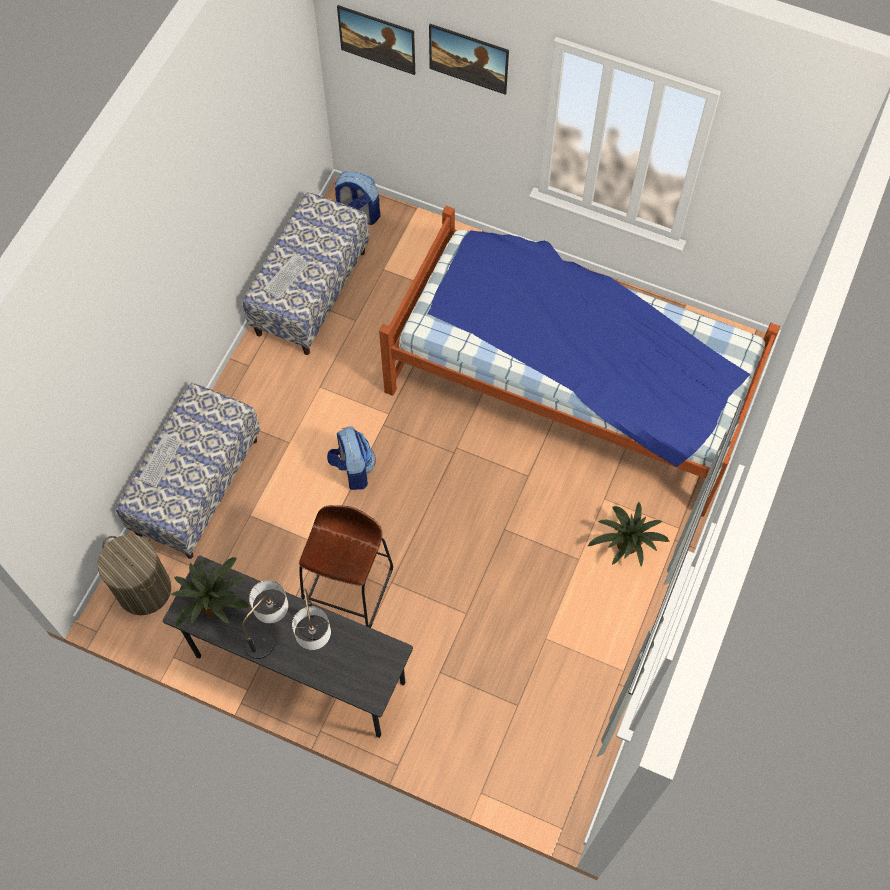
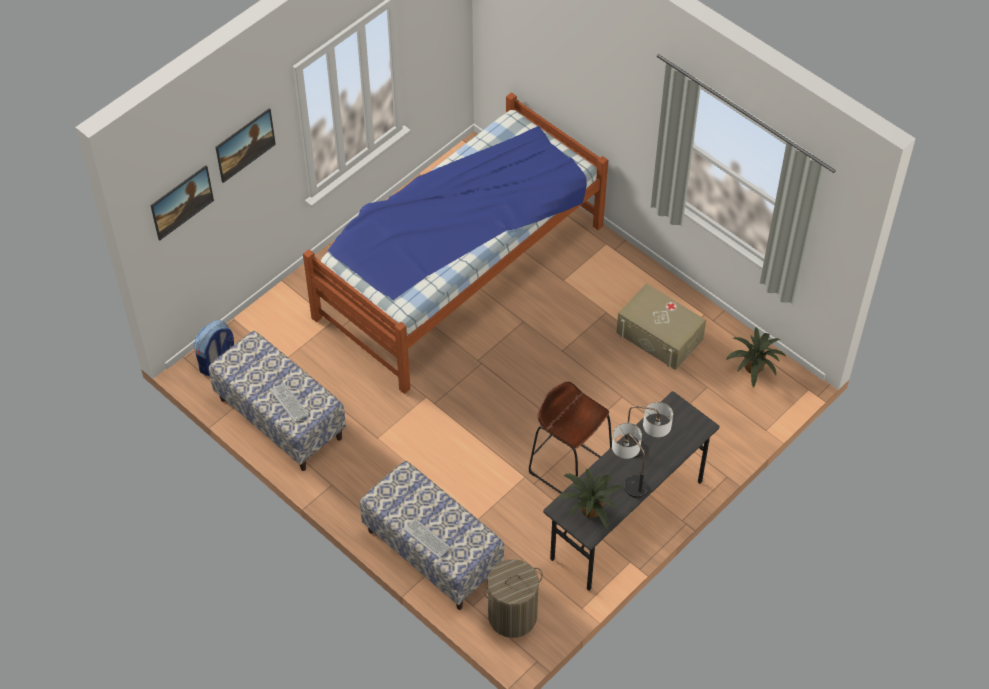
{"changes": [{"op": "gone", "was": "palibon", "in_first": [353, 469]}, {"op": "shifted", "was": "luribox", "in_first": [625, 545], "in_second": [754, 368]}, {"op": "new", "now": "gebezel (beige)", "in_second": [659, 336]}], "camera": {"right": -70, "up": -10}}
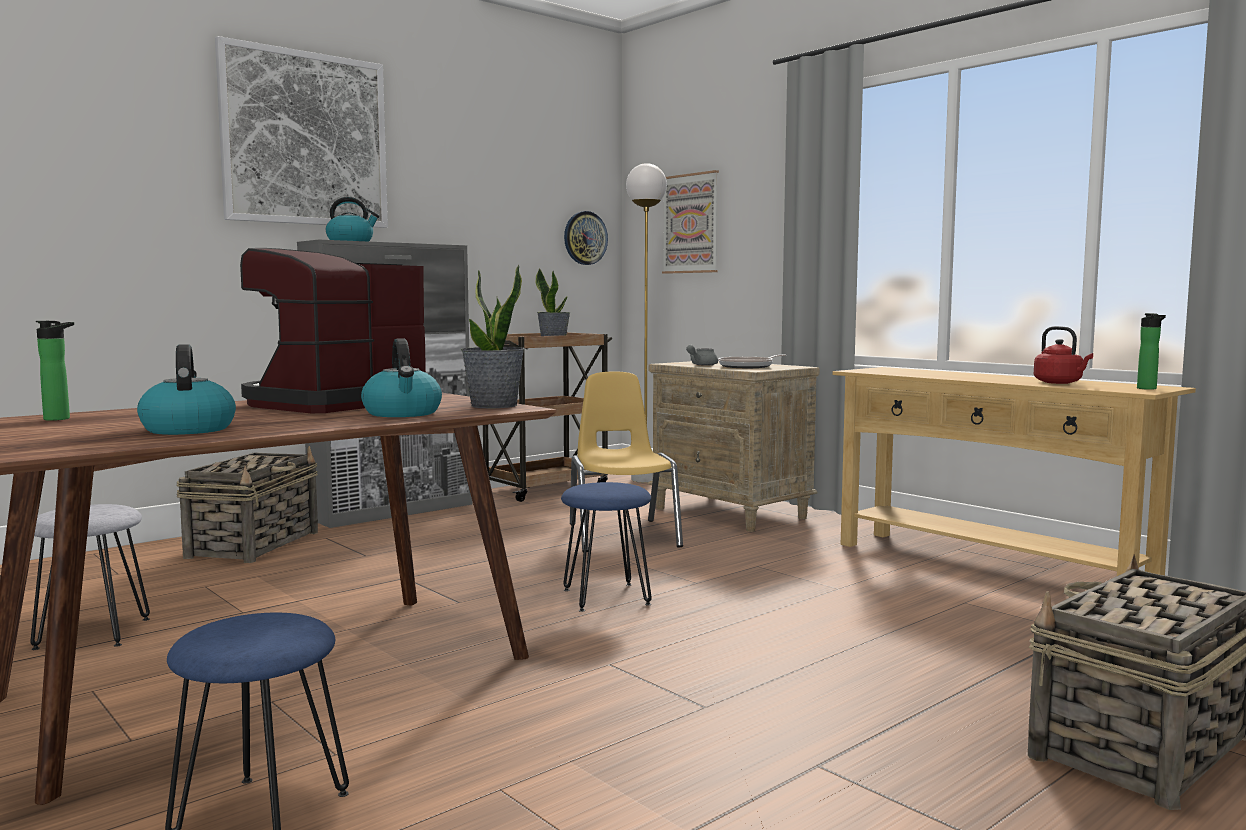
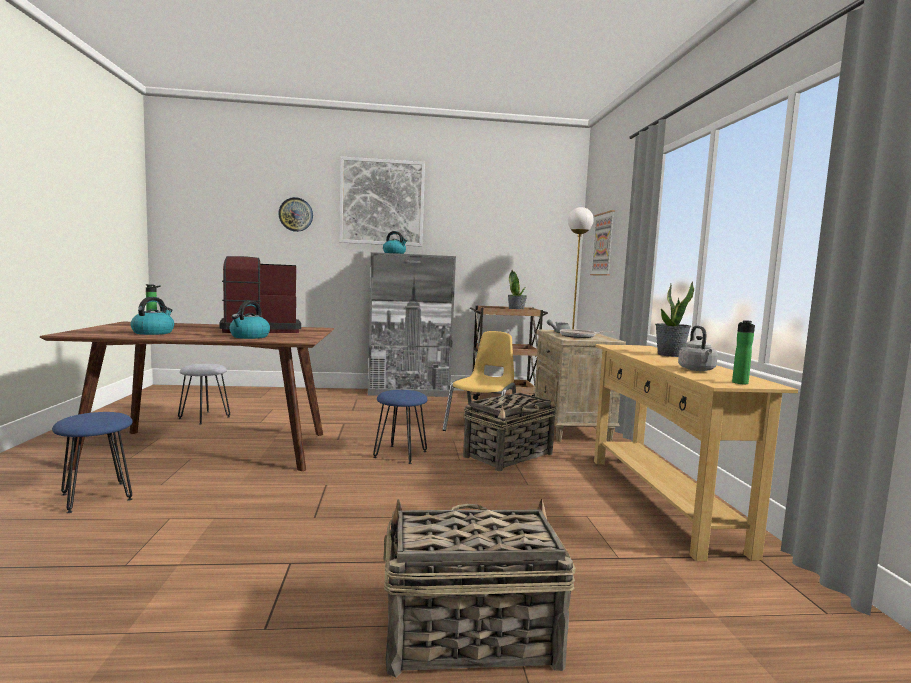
{"changes": [{"op": "shifted", "was": "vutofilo", "in_first": [255, 544], "in_second": [509, 455]}, {"op": "shifted", "was": "luribox", "in_first": [494, 405], "in_second": [670, 355]}, {"op": "shifted", "was": "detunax", "in_first": [585, 238], "in_second": [296, 214]}, {"op": "repainted", "was": "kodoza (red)", "now": "kodoza (grey)", "in_first": [1060, 383], "in_second": [697, 370]}], "camera": {"right": 35, "up": 0}}
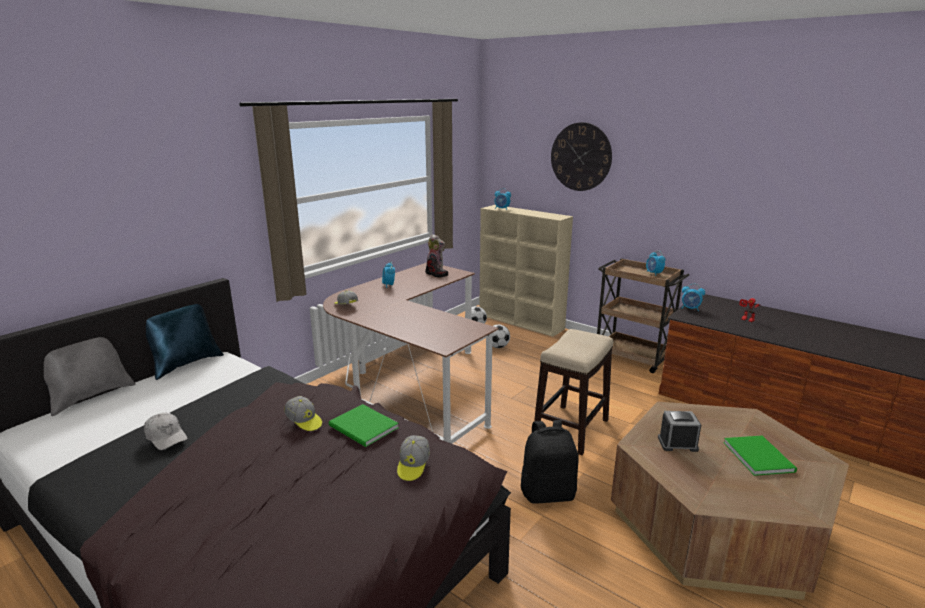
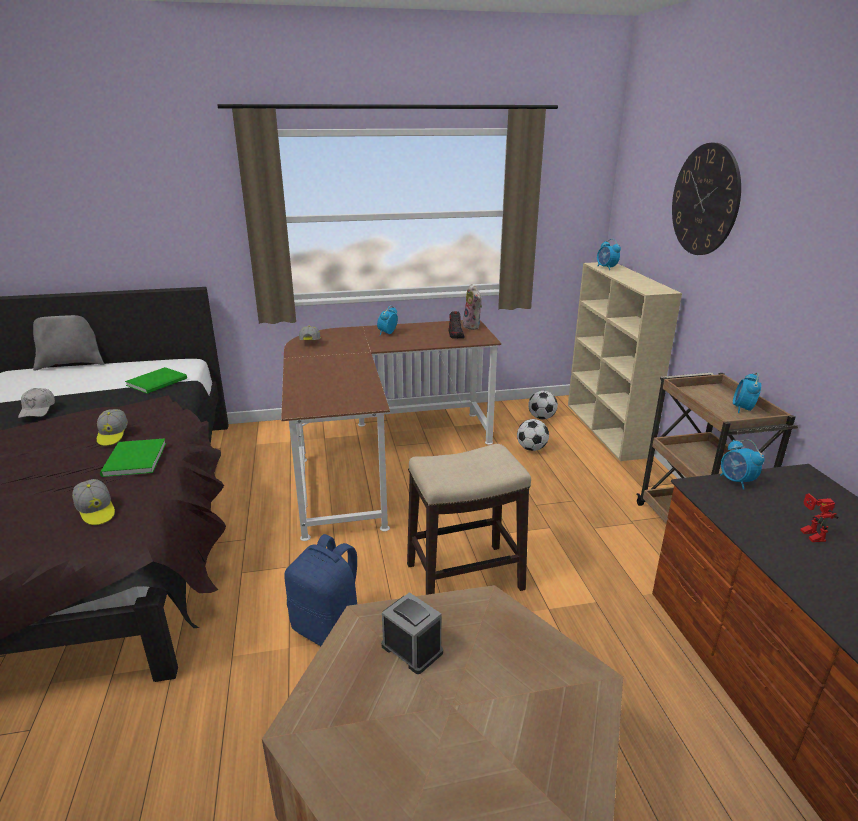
{"changes": [{"op": "gone", "was": "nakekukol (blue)", "in_first": [185, 364]}, {"op": "rotated", "was": "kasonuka", "in_first": [413, 465], "in_second": [96, 511], "clockwise": -90}, {"op": "repainted", "was": "palibon (black)", "now": "palibon (blue)", "in_first": [548, 493], "in_second": [329, 629]}, {"op": "shifted", "was": "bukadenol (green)", "in_first": [758, 455], "in_second": [159, 381]}], "camera": {"right": 40, "up": 5}}
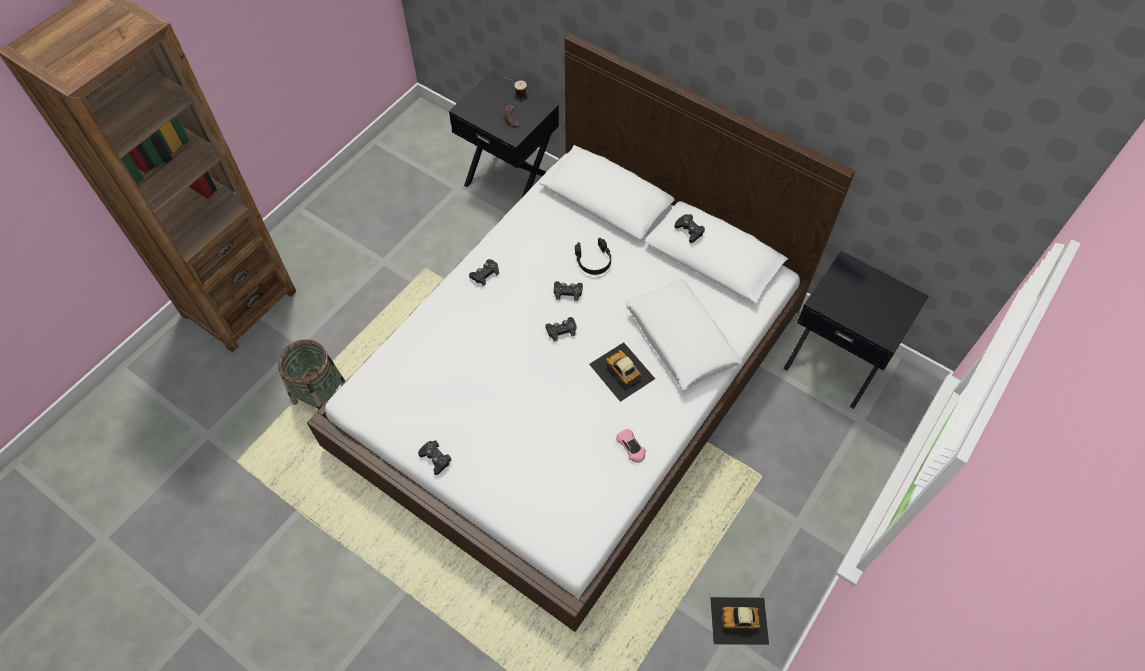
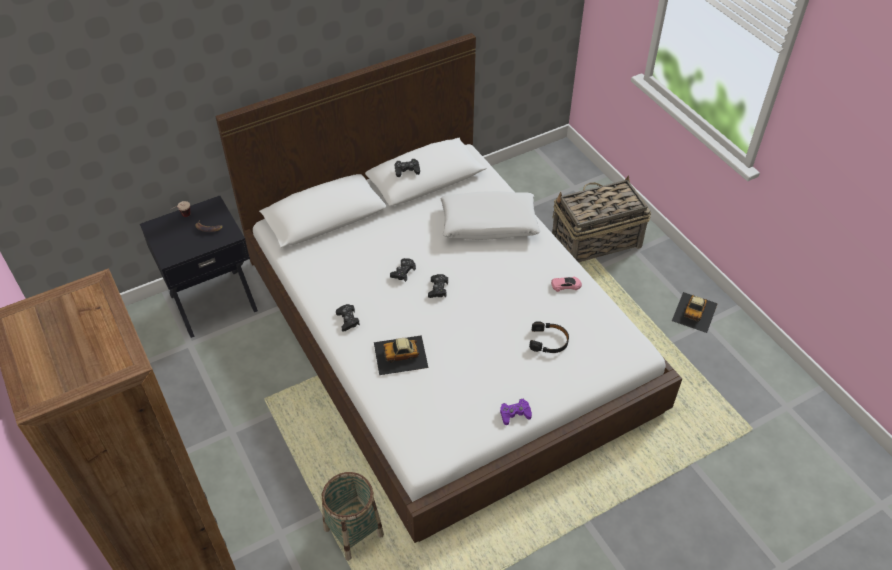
{"changes": [{"op": "repainted", "was": "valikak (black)", "now": "valikak (purple)", "in_first": [435, 458], "in_second": [515, 414]}, {"op": "shifted", "was": "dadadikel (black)", "in_first": [593, 260], "in_second": [549, 341]}, {"op": "shifted", "was": "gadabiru", "in_first": [622, 371], "in_second": [401, 355]}, {"op": "gone", "was": "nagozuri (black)", "in_first": [835, 361]}, {"op": "new", "now": "vutofilo", "in_second": [595, 241]}], "camera": {"right": -65, "up": -10}}
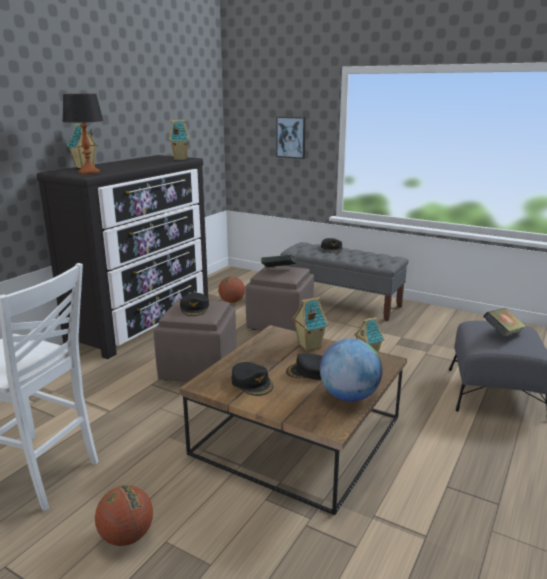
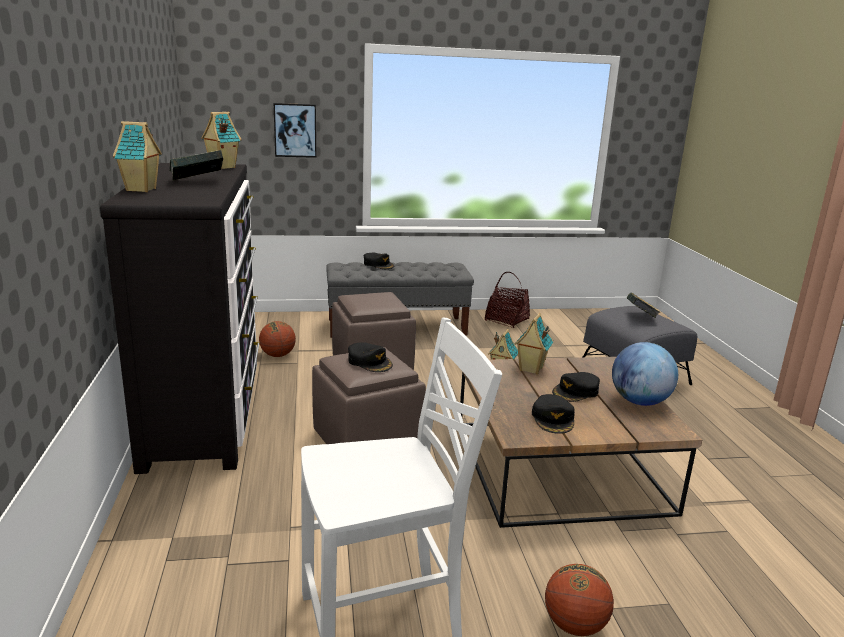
{"changes": [{"op": "gone", "was": "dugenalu", "in_first": [88, 172]}, {"op": "rotated", "was": "kasonuka (black)", "in_first": [252, 383], "in_second": [553, 419], "clockwise": 75}, {"op": "shifted", "was": "bukadenol", "in_first": [278, 270], "in_second": [197, 182]}, {"op": "new", "now": "vutofilo", "in_second": [506, 320]}], "camera": {"right": -40, "up": 0}}
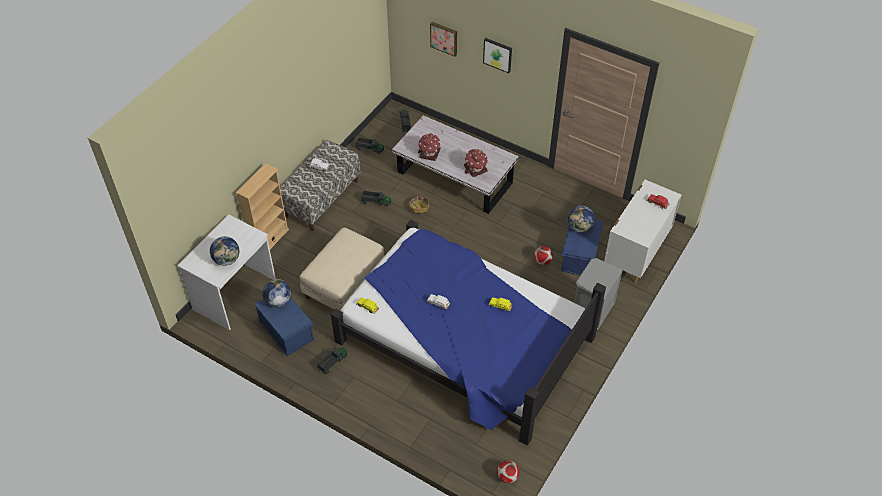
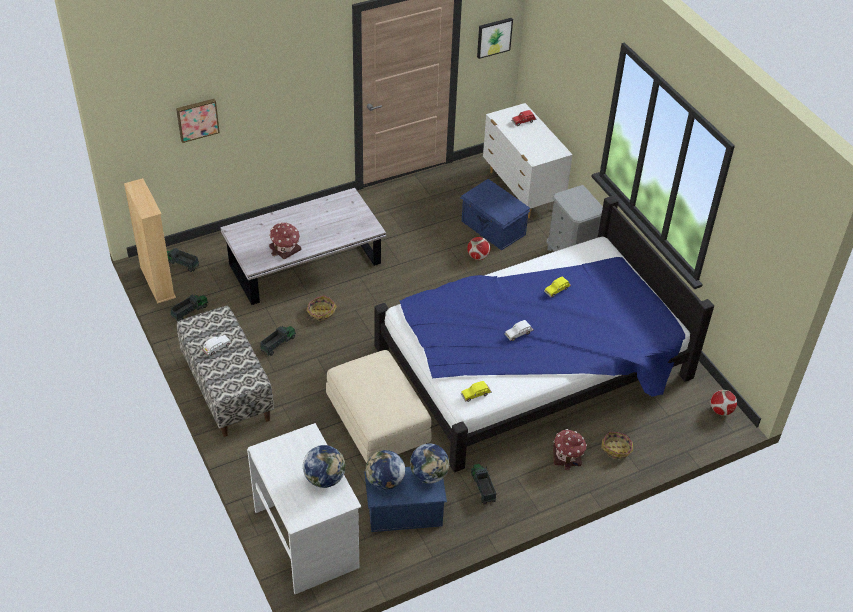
{"changes": [{"op": "shifted", "was": "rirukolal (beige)", "in_first": [269, 240], "in_second": [157, 282]}, {"op": "shifted", "was": "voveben", "in_first": [475, 169], "in_second": [567, 456]}, {"op": "shifted", "was": "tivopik", "in_first": [498, 54], "in_second": [494, 37]}, {"op": "shifted", "was": "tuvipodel", "in_first": [580, 227], "in_second": [429, 475]}, {"op": "new", "now": "vutofilo", "in_second": [616, 449]}], "camera": {"right": -60, "up": -5}}
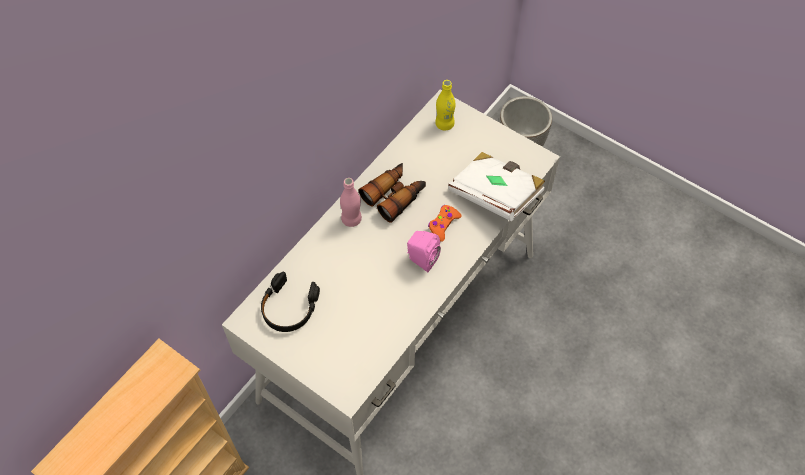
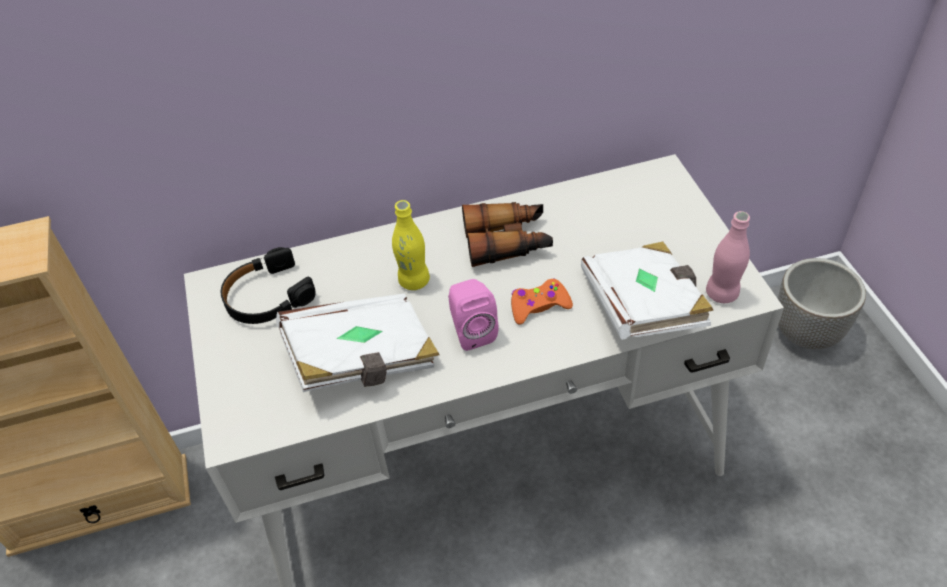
{"changes": [{"op": "shifted", "was": "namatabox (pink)", "in_first": [351, 219], "in_second": [722, 293]}, {"op": "shifted", "was": "namatabox (yellow)", "in_first": [444, 124], "in_second": [414, 281]}, {"op": "new", "now": "bukadenol (white)", "in_second": [362, 360]}], "camera": {"right": 40, "up": -10}}
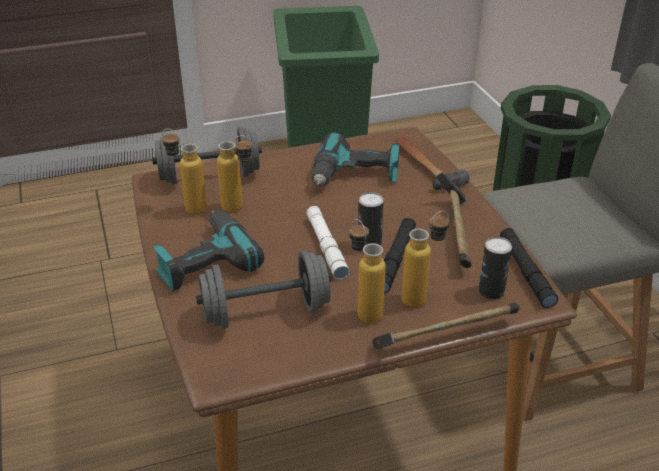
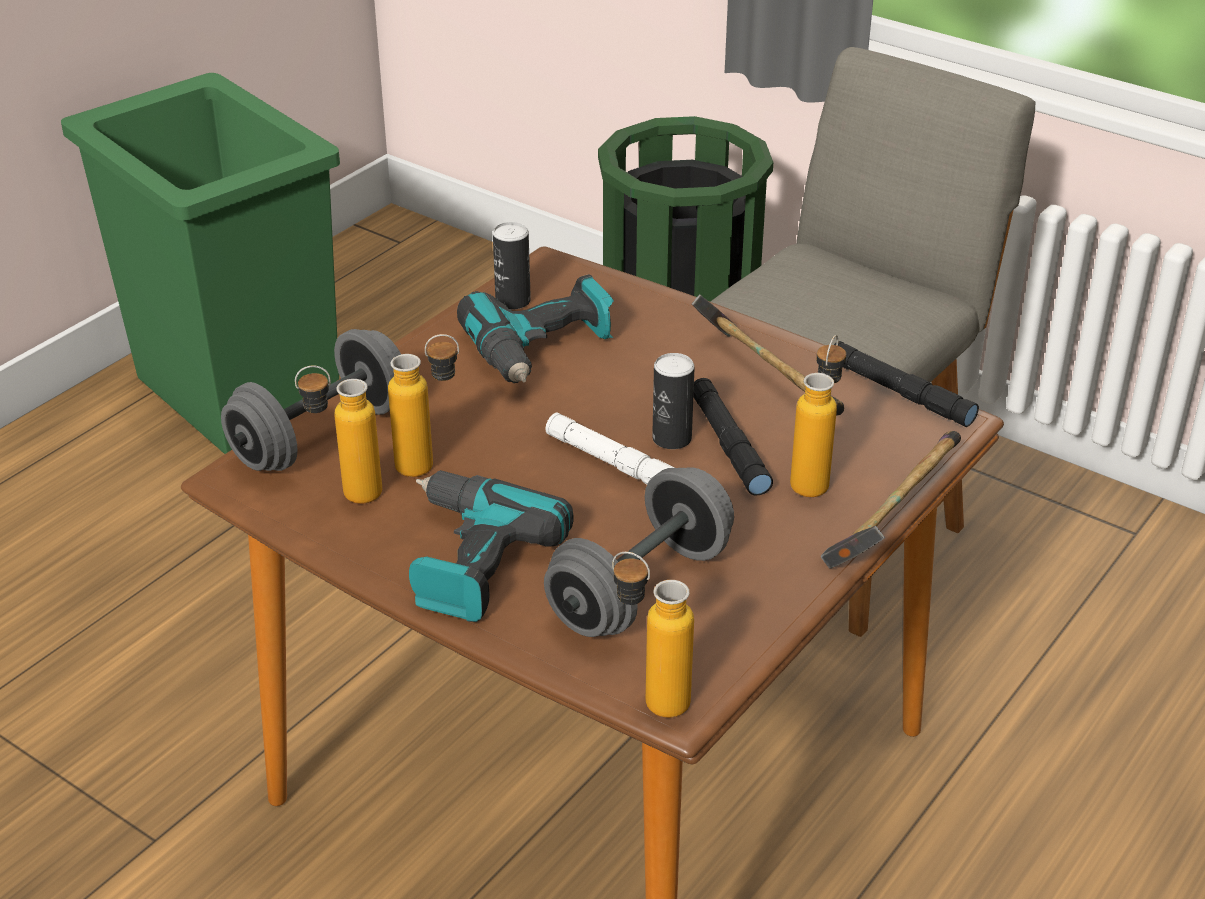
{"changes": [{"op": "shifted", "was": "namatabox", "in_first": [364, 310], "in_second": [650, 698]}, {"op": "gone", "was": "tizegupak", "in_first": [426, 166]}, {"op": "shifted", "was": "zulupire", "in_first": [491, 291], "in_second": [513, 301]}], "camera": {"right": -35, "up": 0}}
